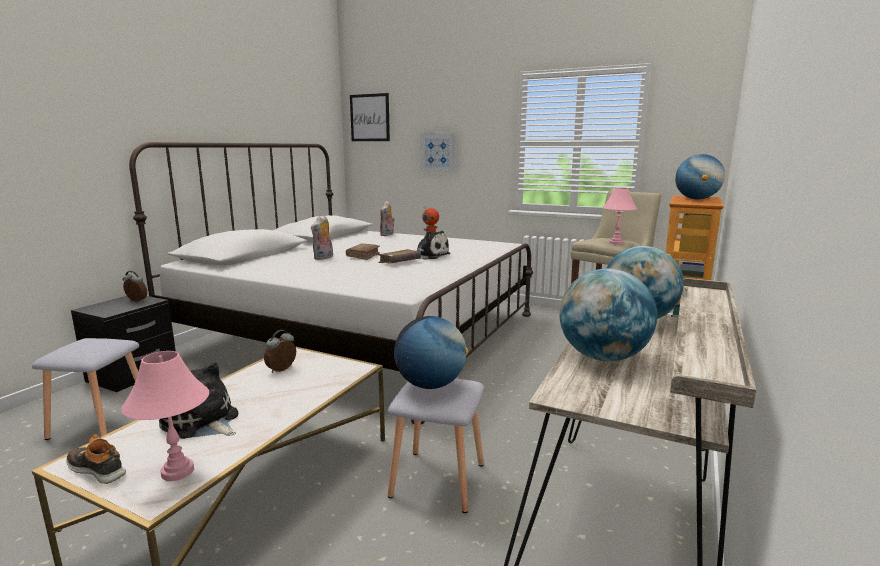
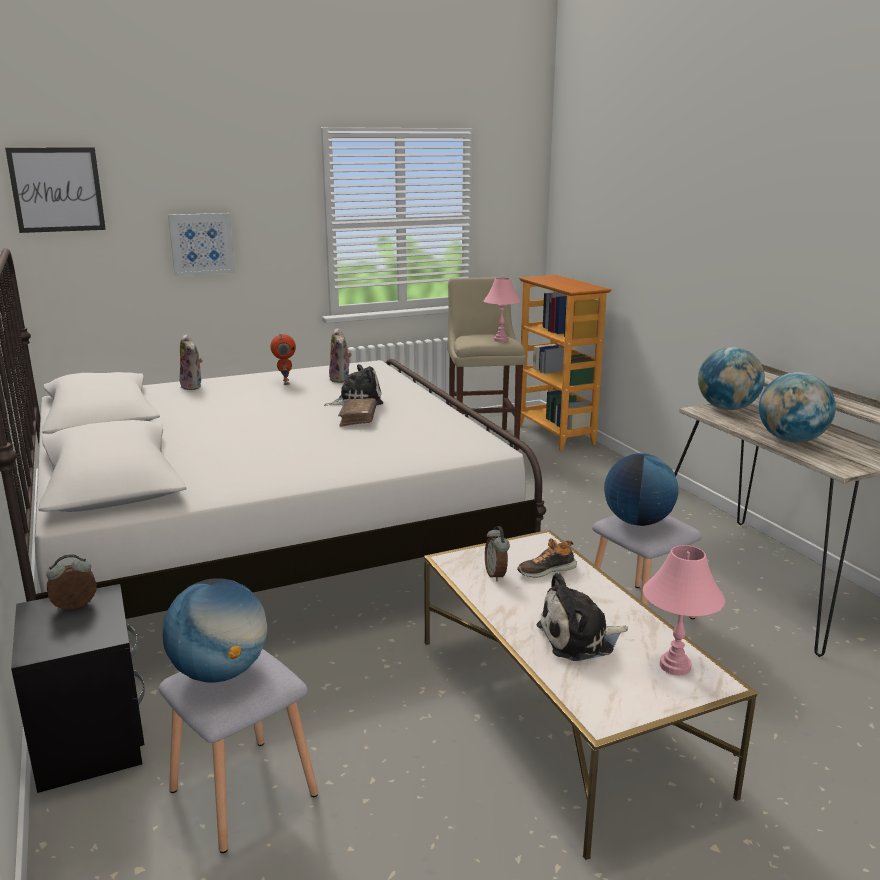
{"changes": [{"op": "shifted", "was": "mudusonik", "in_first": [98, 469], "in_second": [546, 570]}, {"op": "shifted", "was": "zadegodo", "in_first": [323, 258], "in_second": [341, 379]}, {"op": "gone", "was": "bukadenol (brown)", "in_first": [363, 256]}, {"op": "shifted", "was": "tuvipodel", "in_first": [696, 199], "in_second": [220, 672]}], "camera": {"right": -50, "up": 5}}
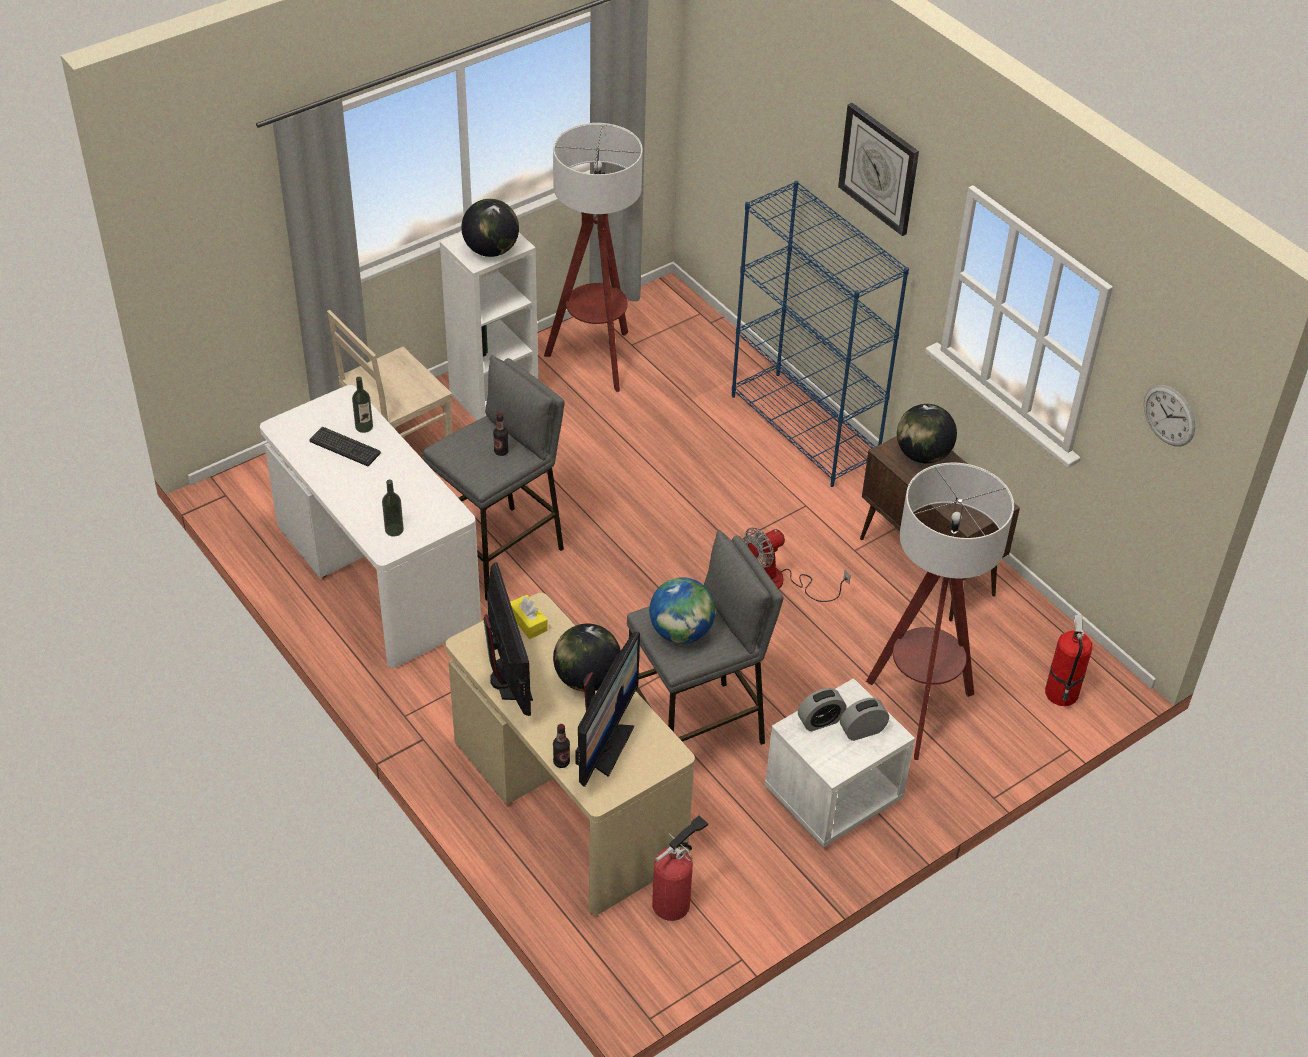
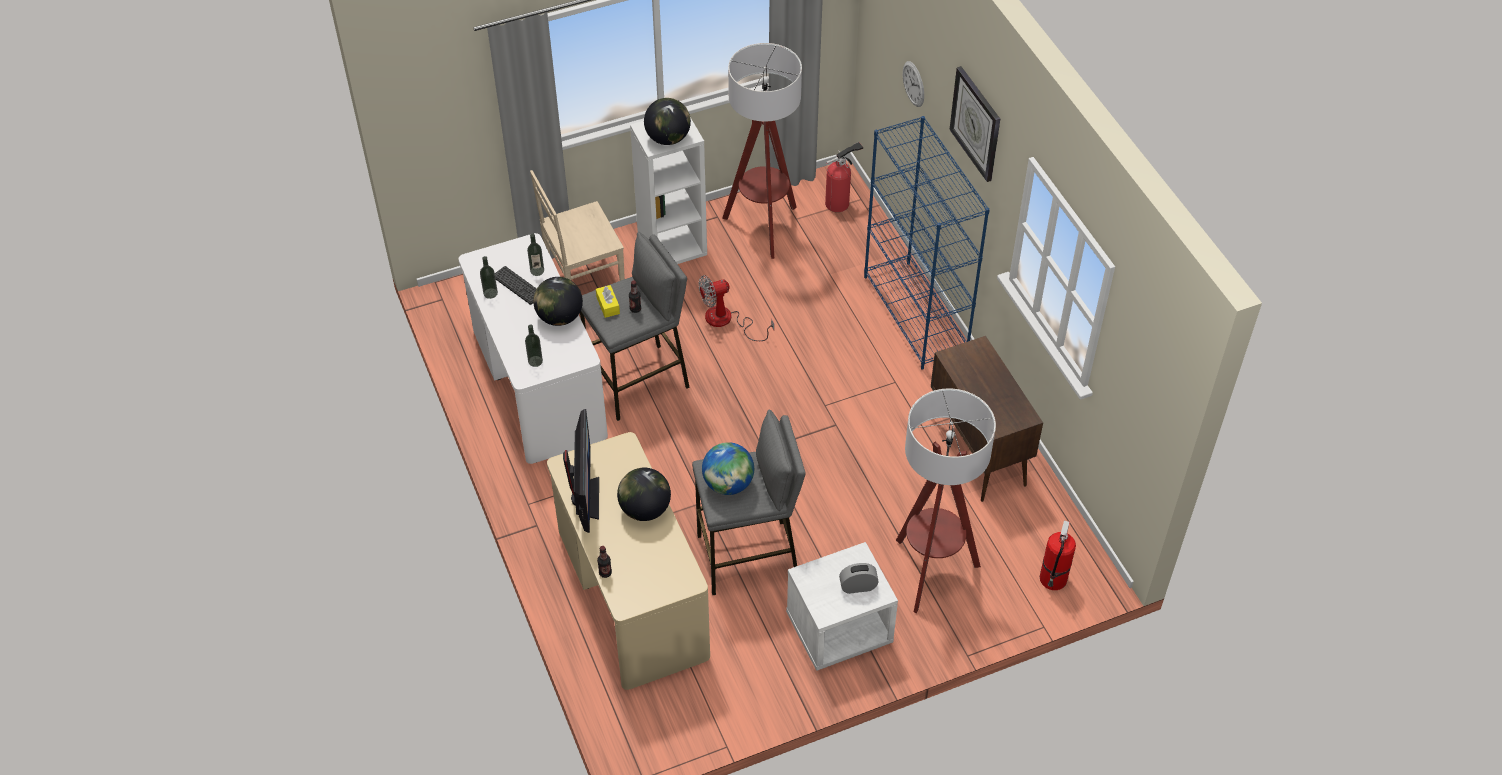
{"changes": [{"op": "shifted", "was": "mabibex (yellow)", "in_first": [528, 622], "in_second": [608, 305]}, {"op": "gone", "was": "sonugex", "in_first": [605, 746]}, {"op": "shifted", "was": "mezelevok", "in_first": [674, 902], "in_second": [839, 203]}, {"op": "shifted", "was": "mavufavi", "in_first": [779, 583], "in_second": [727, 321]}, {"op": "gone", "was": "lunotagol", "in_first": [820, 721]}, {"op": "shifted", "was": "tuvipodel", "in_first": [923, 455], "in_second": [560, 317]}, {"op": "shifted", "was": "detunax", "in_first": [1169, 415], "in_second": [913, 84]}, {"op": "new", "now": "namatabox", "in_second": [490, 293]}], "camera": {"right": 15, "up": 5}}
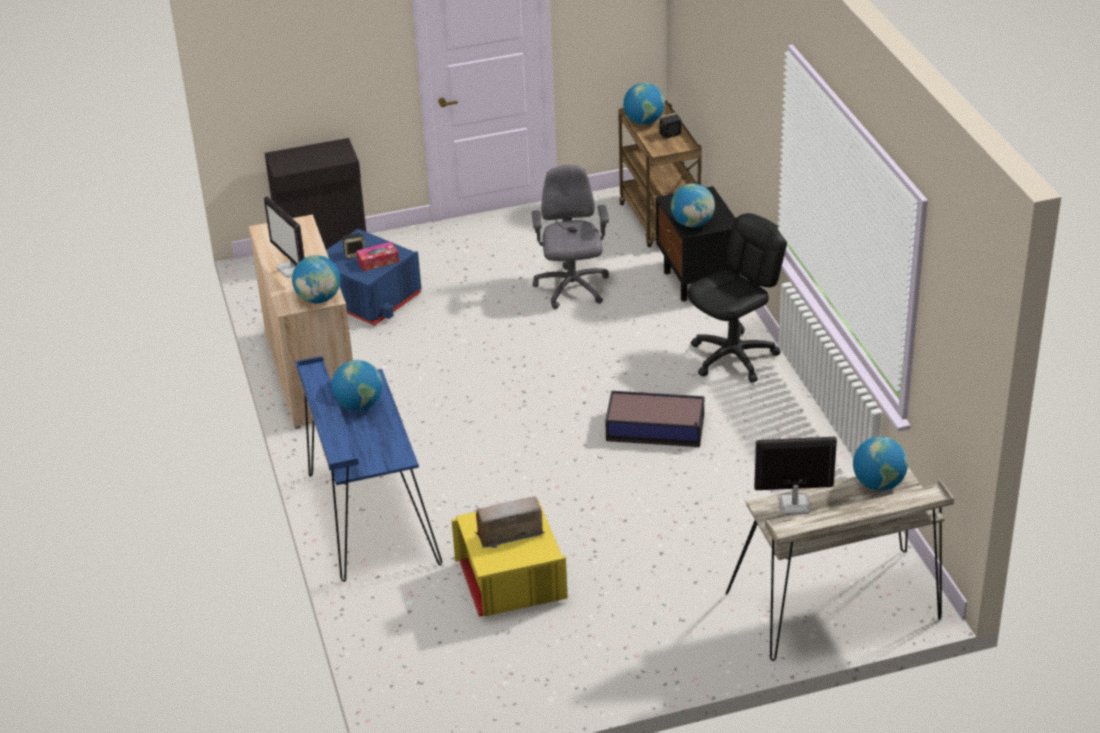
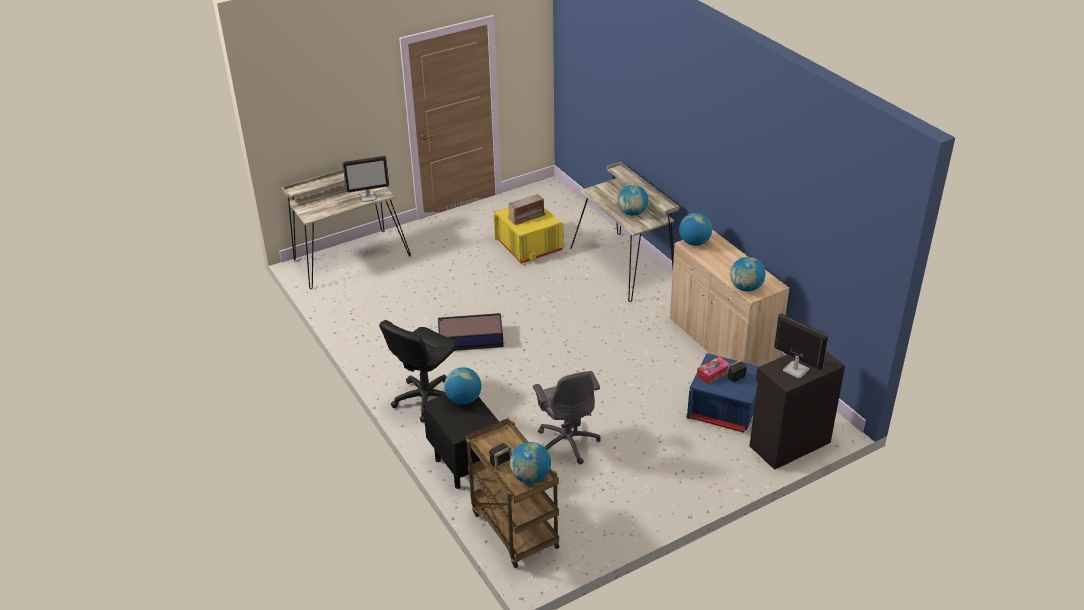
{"changes": [{"op": "shifted", "was": "sonugex", "in_first": [292, 269], "in_second": [795, 370]}, {"op": "repainted", "was": "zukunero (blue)", "now": "zukunero (beige)", "in_first": [369, 517], "in_second": [625, 265]}, {"op": "shifted", "was": "tuvipodel", "in_first": [878, 484], "in_second": [746, 288]}], "camera": {"right": 165, "up": 0}}
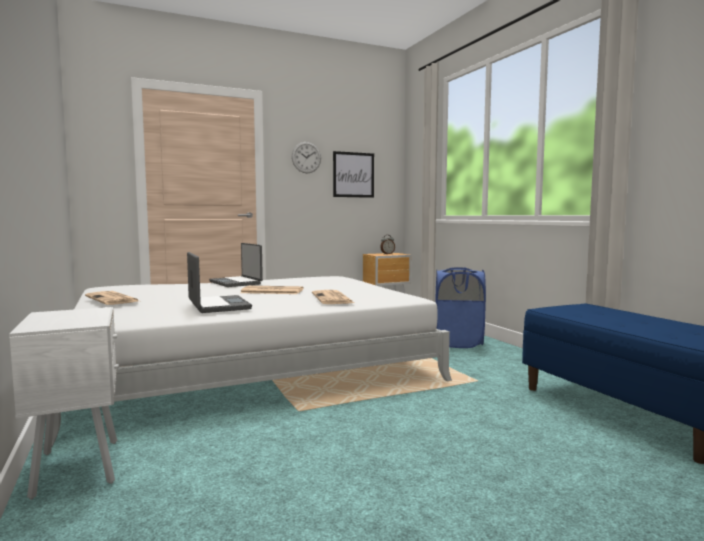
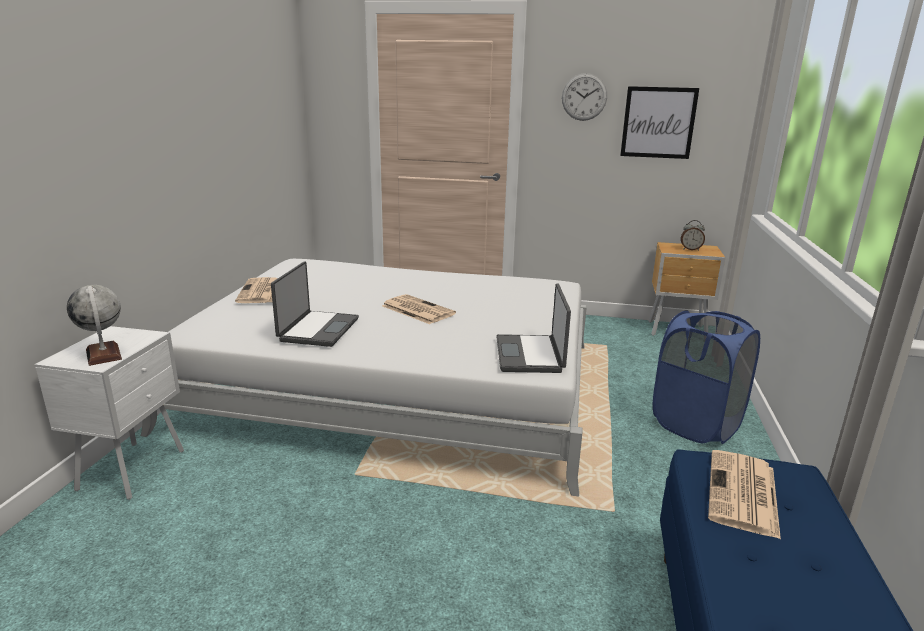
{"changes": [{"op": "shifted", "was": "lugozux", "in_first": [236, 283], "in_second": [530, 355]}, {"op": "shifted", "was": "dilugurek", "in_first": [333, 298], "in_second": [743, 494]}, {"op": "new", "now": "tuvipodel", "in_second": [104, 354]}], "camera": {"right": 35, "up": 15}}
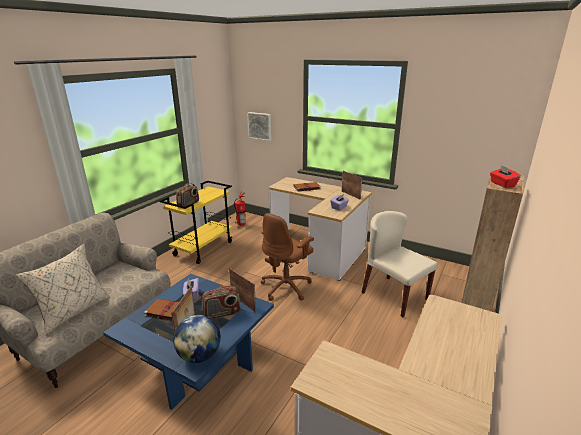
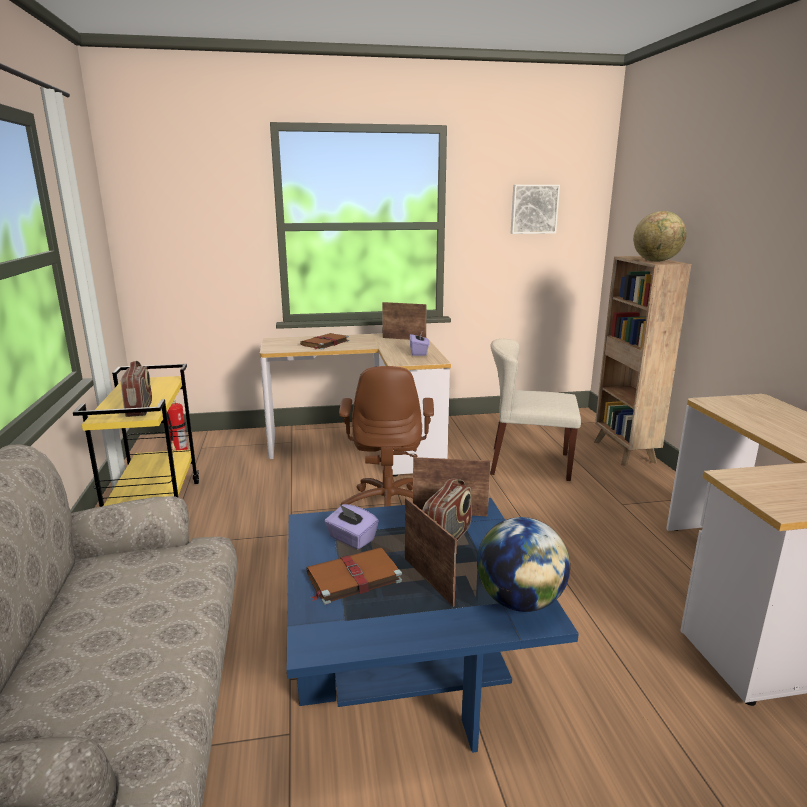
{"changes": [{"op": "gone", "was": "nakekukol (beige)", "in_first": [74, 311]}, {"op": "shifted", "was": "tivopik", "in_first": [260, 126], "in_second": [533, 209]}, {"op": "swapped", "was": "mabibex (red)", "now": "tuvipodel", "in_first": [502, 184], "in_second": [656, 261]}], "camera": {"right": -40, "up": -5}}
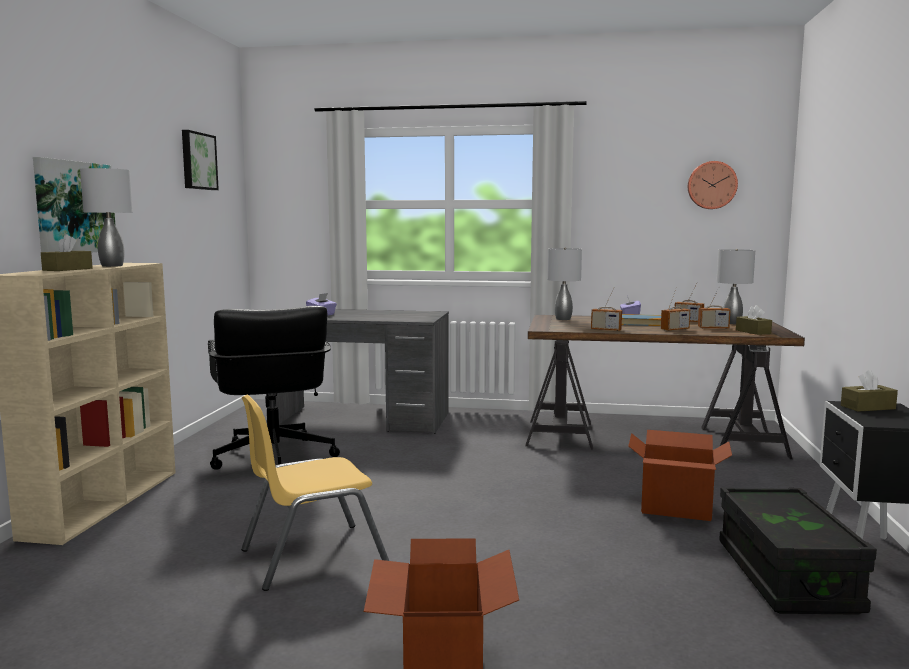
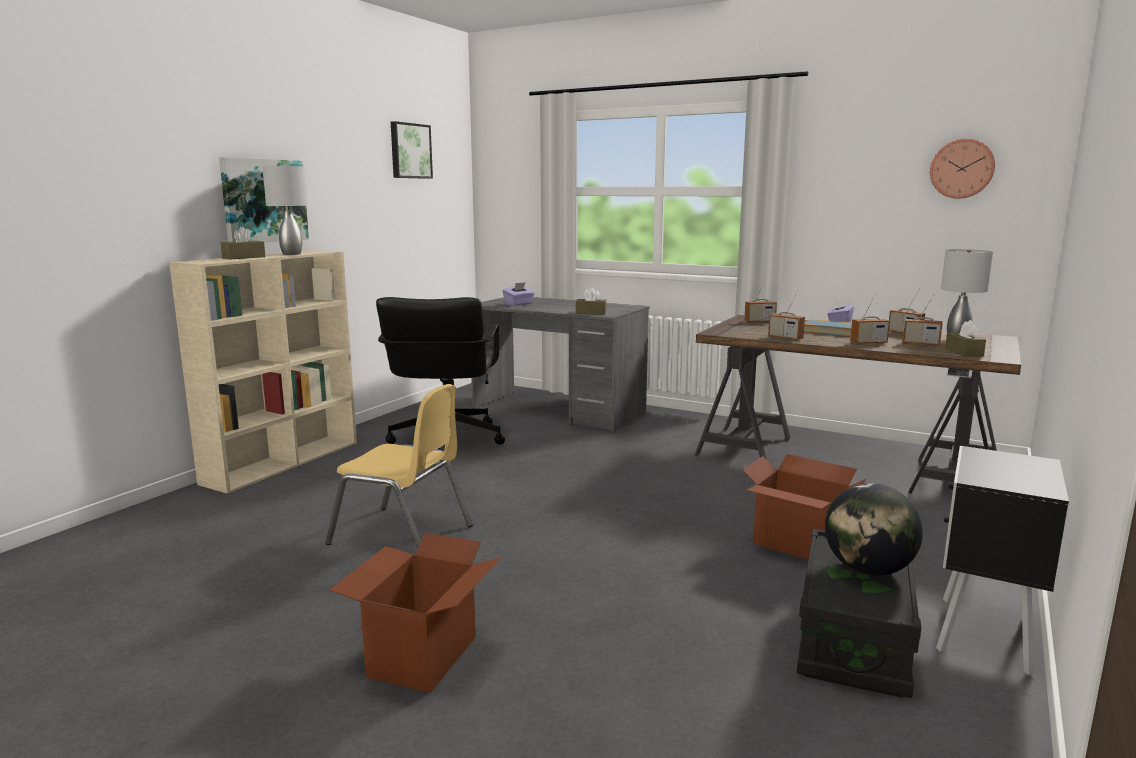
{"changes": [{"op": "rotated", "was": "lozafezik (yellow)", "in_first": [312, 556], "in_second": [402, 535], "clockwise": -150}, {"op": "swapped", "was": "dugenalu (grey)", "now": "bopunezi", "in_first": [563, 319], "in_second": [759, 322]}, {"op": "shifted", "was": "mabibex (brown)", "in_first": [868, 407], "in_second": [591, 313]}, {"op": "new", "now": "tuvipodel", "in_second": [868, 570]}], "camera": {"right": 20, "up": 5}}
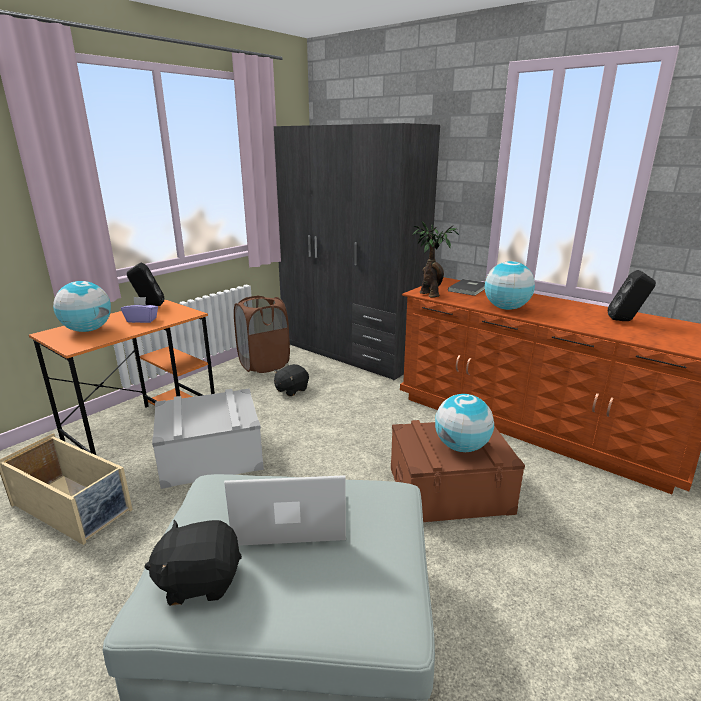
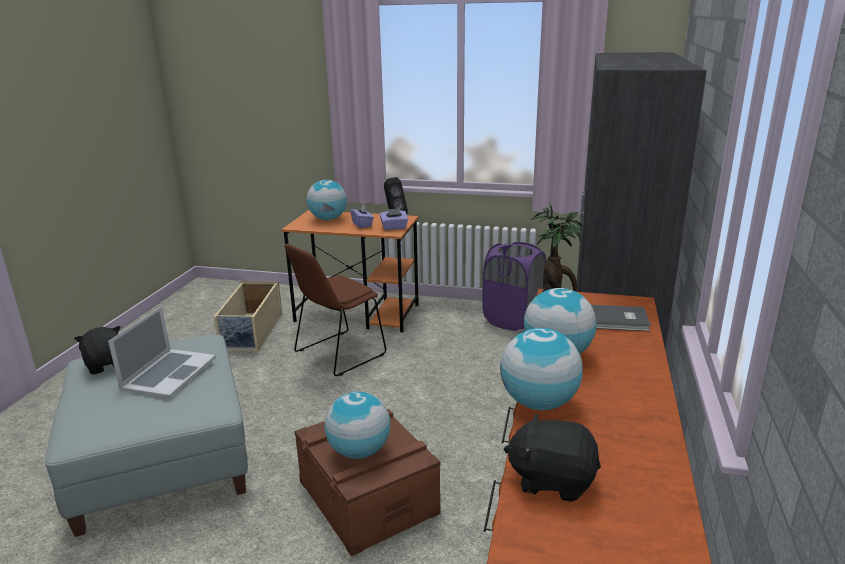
{"changes": [{"op": "swapped", "was": "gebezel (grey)", "now": "lozafezik (brown)", "in_first": [211, 456], "in_second": [337, 354]}, {"op": "rotated", "was": "lugozux", "in_first": [290, 516], "in_second": [168, 373], "clockwise": 45}, {"op": "repainted", "was": "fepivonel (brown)", "now": "fepivonel (purple)", "in_first": [264, 364], "in_second": [513, 320]}, {"op": "shifted", "was": "zadegodo (black)", "in_first": [291, 390], "in_second": [552, 479]}, {"op": "gone", "was": "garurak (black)", "in_first": [626, 321]}, {"op": "new", "now": "mabibex (purple)", "in_second": [394, 228]}, {"op": "new", "now": "tuvipodel", "in_second": [539, 403]}], "camera": {"right": 65, "up": 0}}
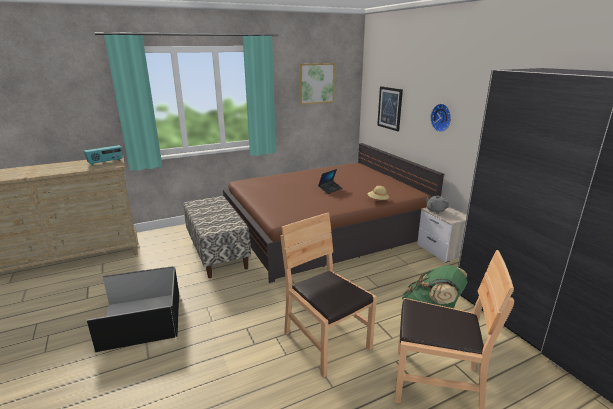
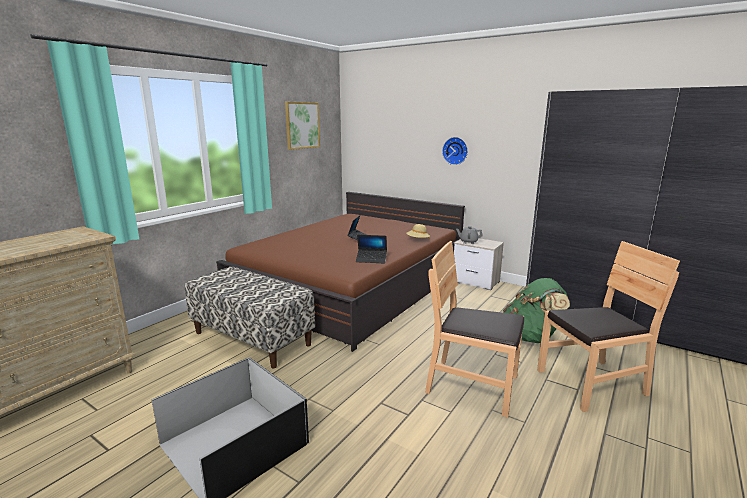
{"changes": [{"op": "gone", "was": "bopunezi", "in_first": [106, 162]}, {"op": "gone", "was": "tivopik", "in_first": [390, 108]}, {"op": "new", "now": "lugozux", "in_second": [371, 259]}], "camera": {"right": -30, "up": -5}}
